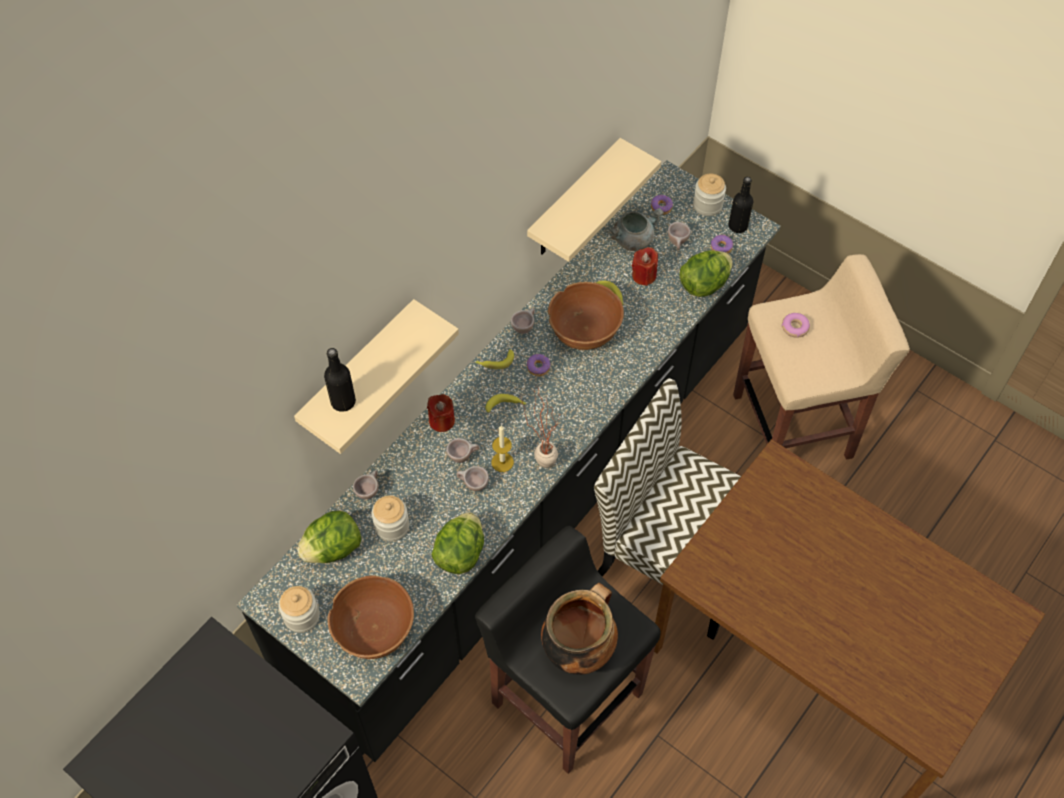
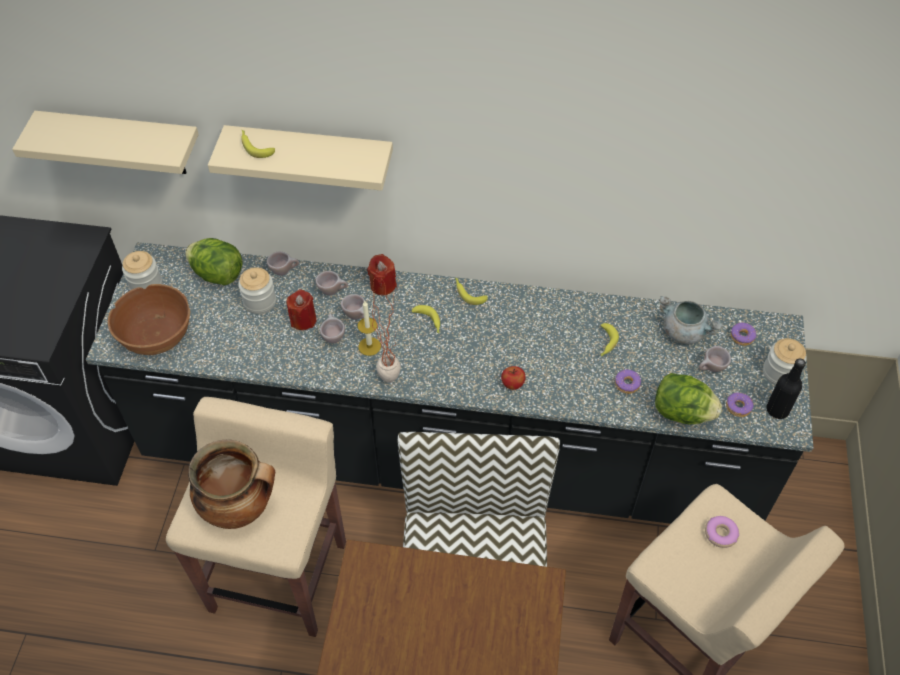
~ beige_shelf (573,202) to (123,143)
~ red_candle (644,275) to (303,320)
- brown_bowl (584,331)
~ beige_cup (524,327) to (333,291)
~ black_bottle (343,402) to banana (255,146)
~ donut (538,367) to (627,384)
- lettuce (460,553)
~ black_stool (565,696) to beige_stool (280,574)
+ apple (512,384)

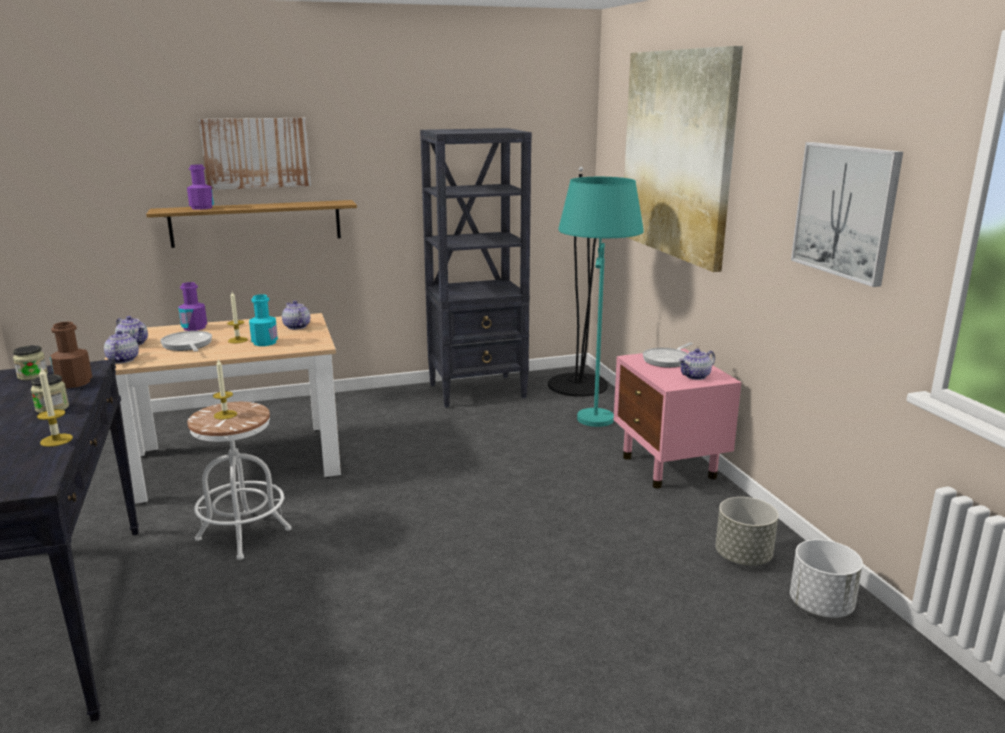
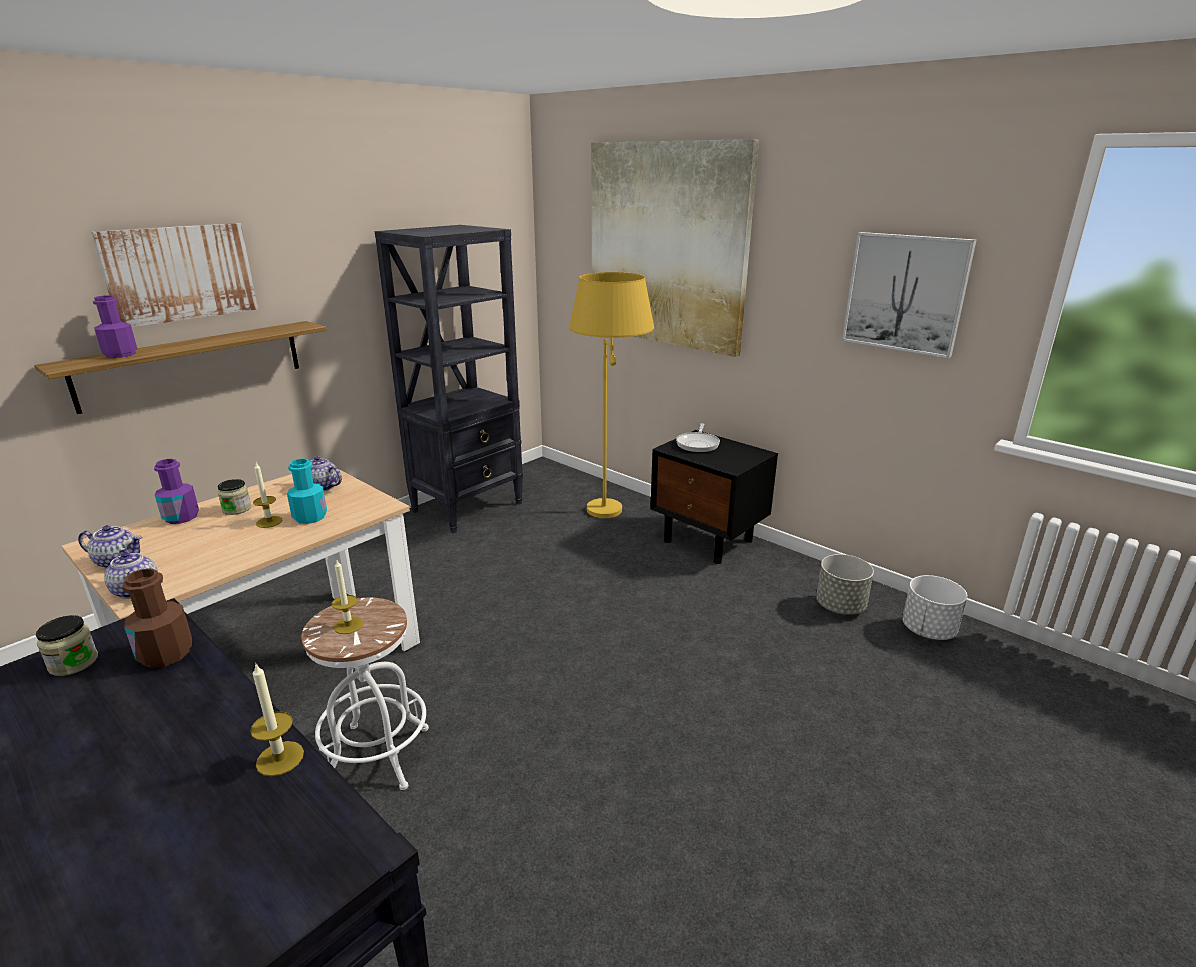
- black_floor_lamp (577,385)
~ turquoise_floor_lamp (592,427) to yellow_floor_lamp (610,519)
- frying_pan (187,345)
~ pink_nightstand (669,468) to black_nightstand (709,541)
- teapot (695,376)
~ jar (52,408) to (237,509)

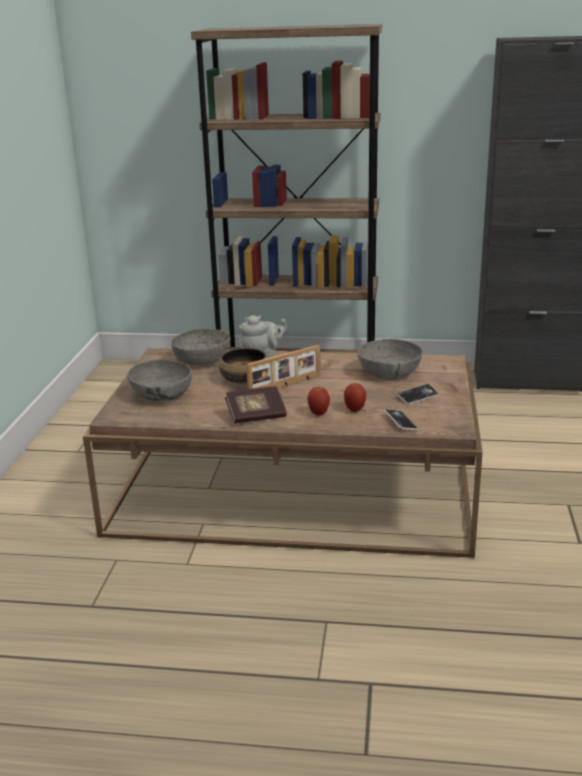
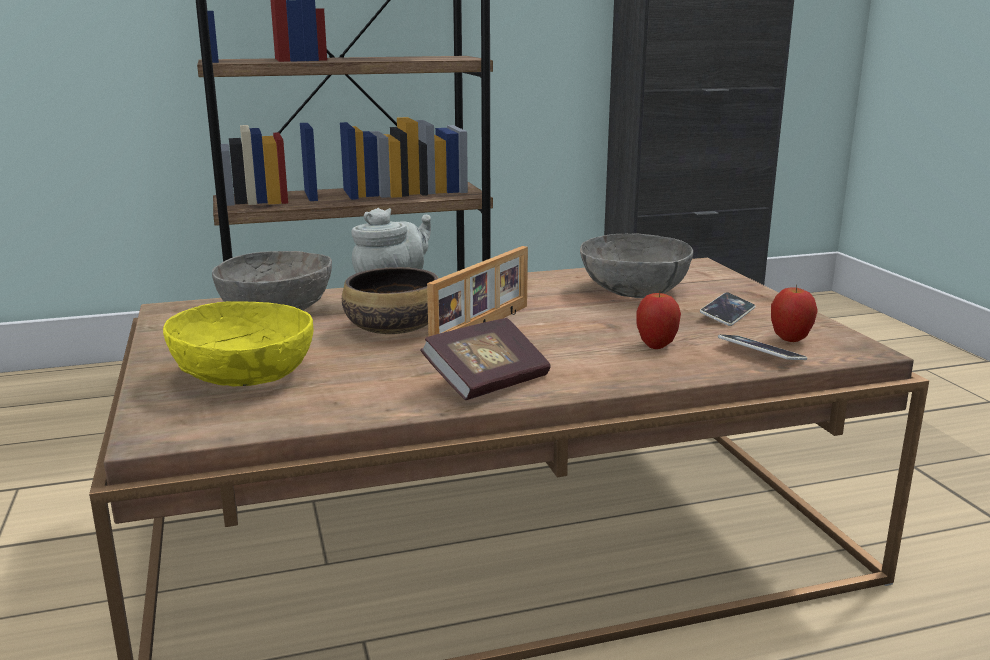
~ grey_bowl (162,395) to yellow_bowl (245,376)
~ apple (318,414) to (790,340)

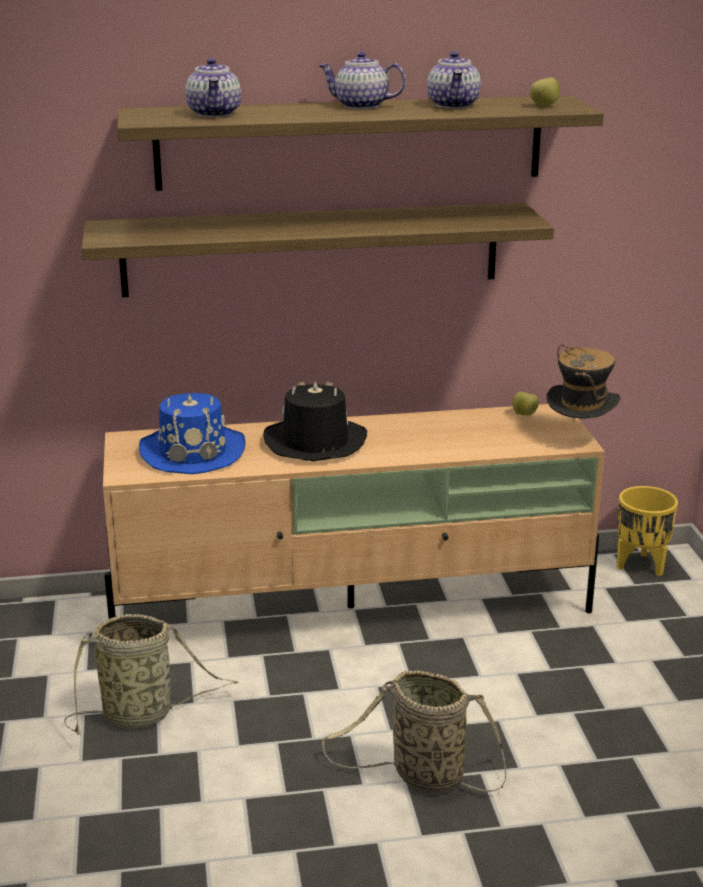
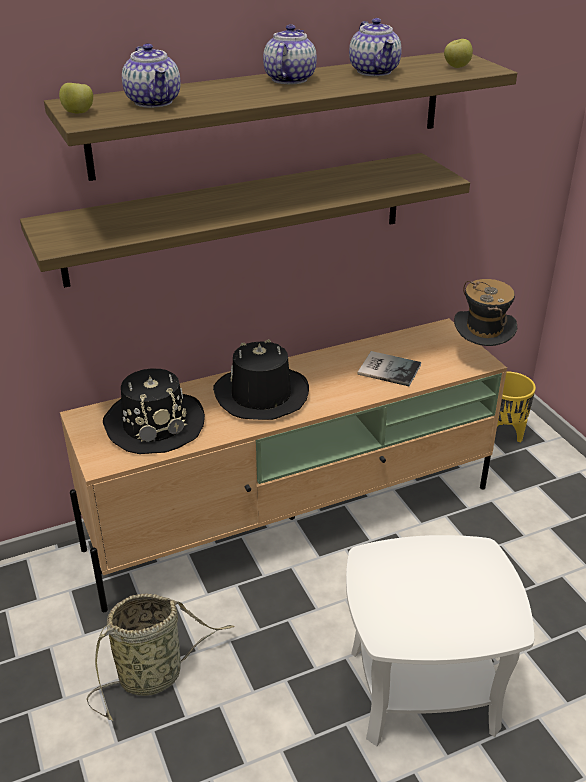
~ teapot (360,106) = (289,79) 105 degrees clockwise
~ apple (524,415) to (78,113)
~ blue_hat (193,451) to black_hat (154,423)
~ basket (422,776) to white_side_table (422,689)
+ book (388,368)

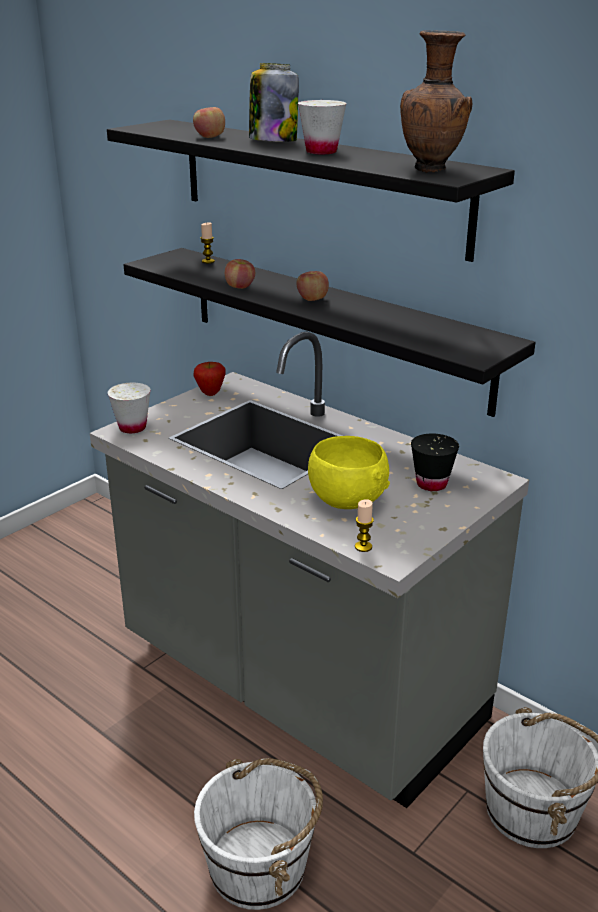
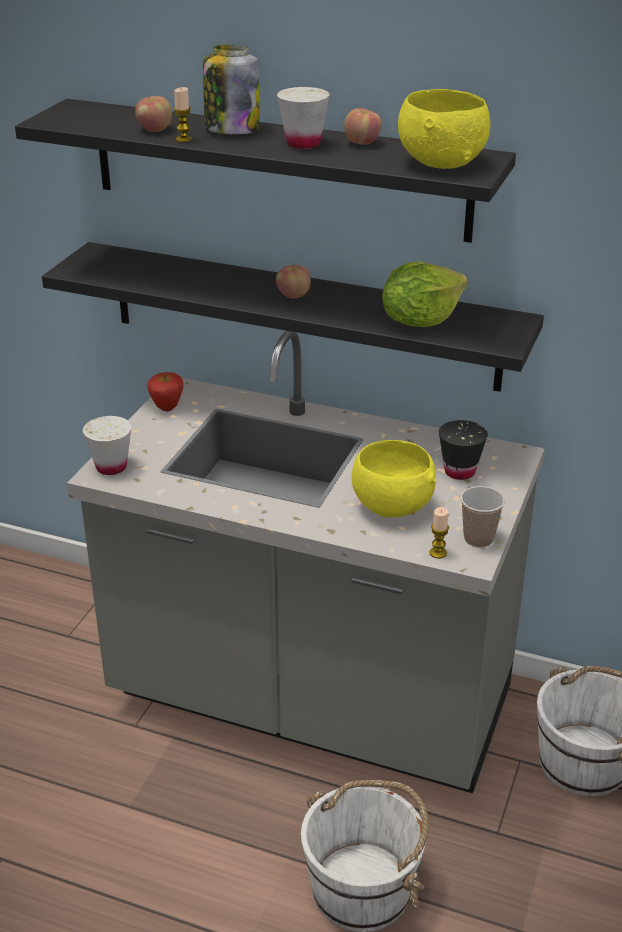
~ brown_vase (432,170) to yellow_bowl (442,163)
~ candle (208,261) to (184,139)
~ apple (240,287) to (362,143)
+ lettuce (420,320)
+ cup (478,539)

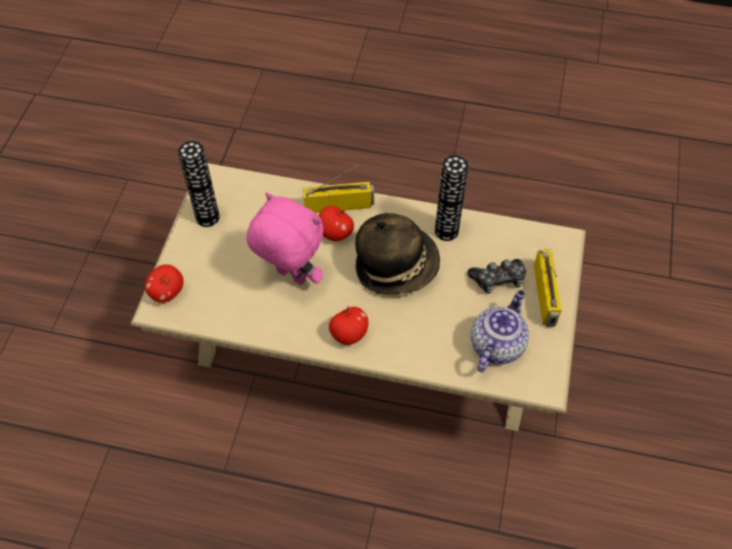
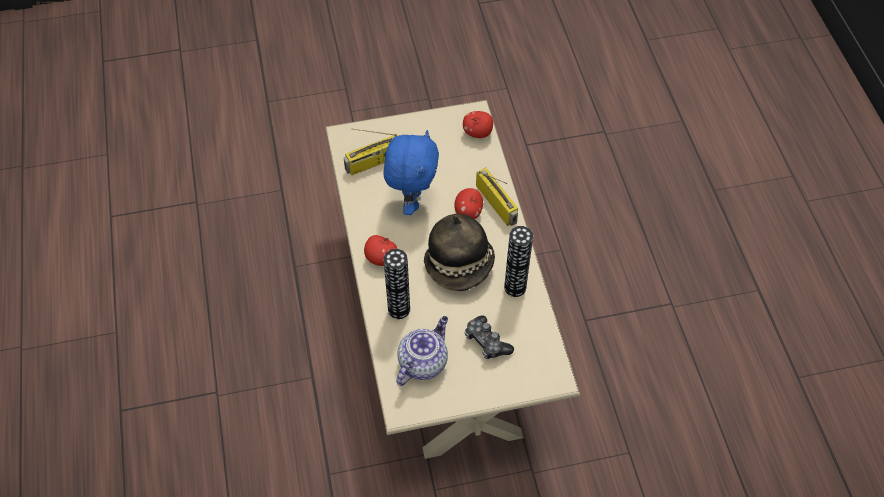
~ vase (207,217) to (399,309)
~ pink_plush_toy (290,277) to blue_plush_toy (411,200)
~ radio (546,296) to (374,162)
~ apple (167,292) to (478,133)
~ teapot (496,344) = (423,362) 60 degrees counterclockwise

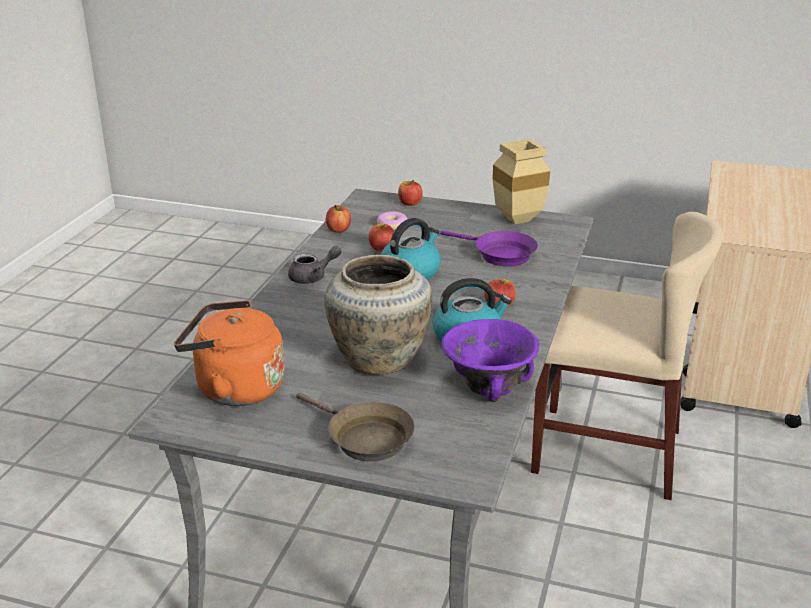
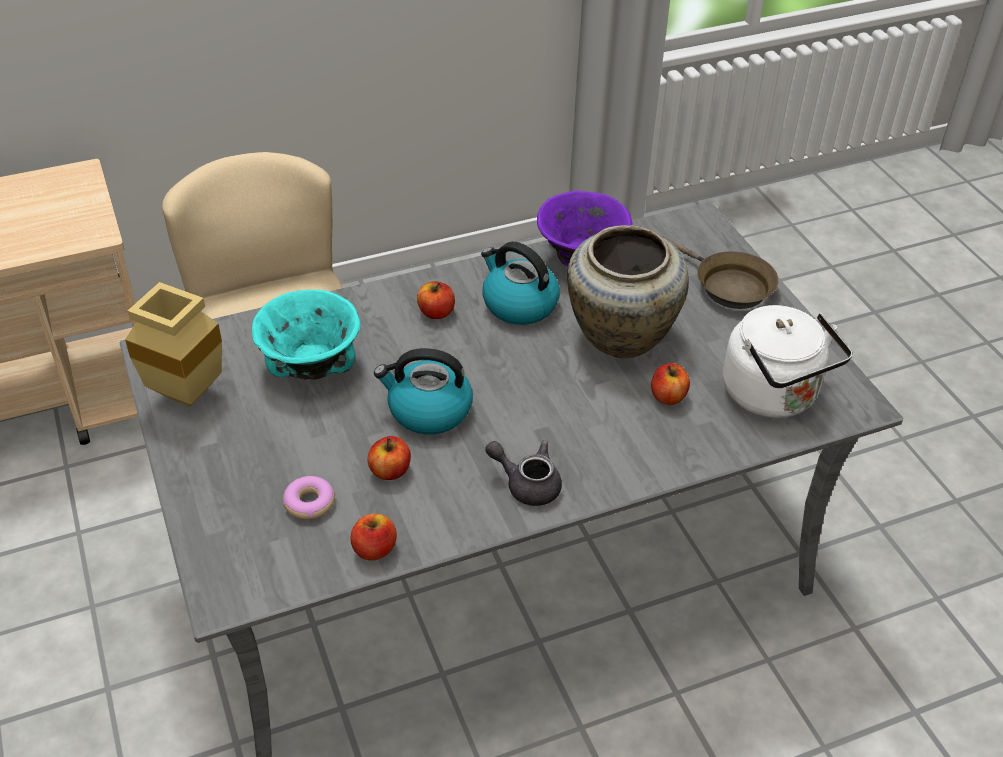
~ apple (410,203) to (668,396)
~ purple_frying_pan (499,254) to turquoise_bowl (311,364)
~ orange_kettle (235,388) to white_kettle (774,396)
~ brown_frying_pan (364,438) = (728,286) 135 degrees clockwise

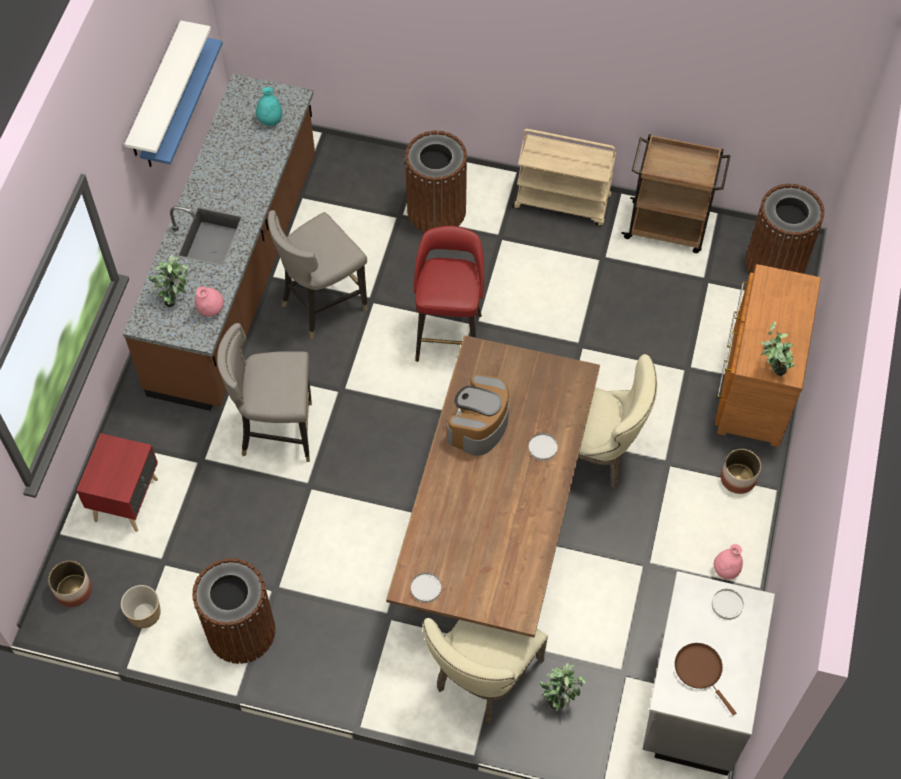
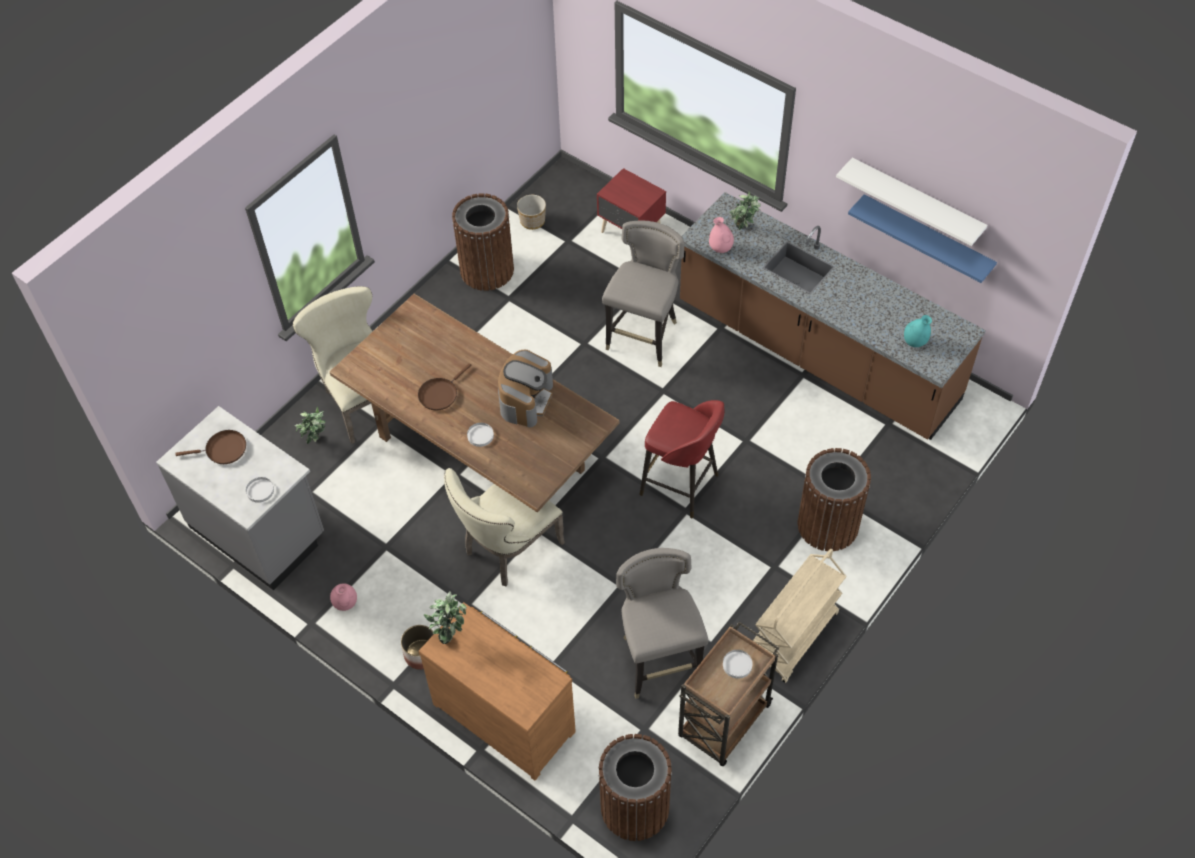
~ grey_stool (322,305) to (659,660)
~ coffee_machine (479,425) = (526,399) 60 degrees clockwise
- planter (73,590)
~ white_plate (425,588) to (737,664)
+ brown_frying_pan (440,394)

